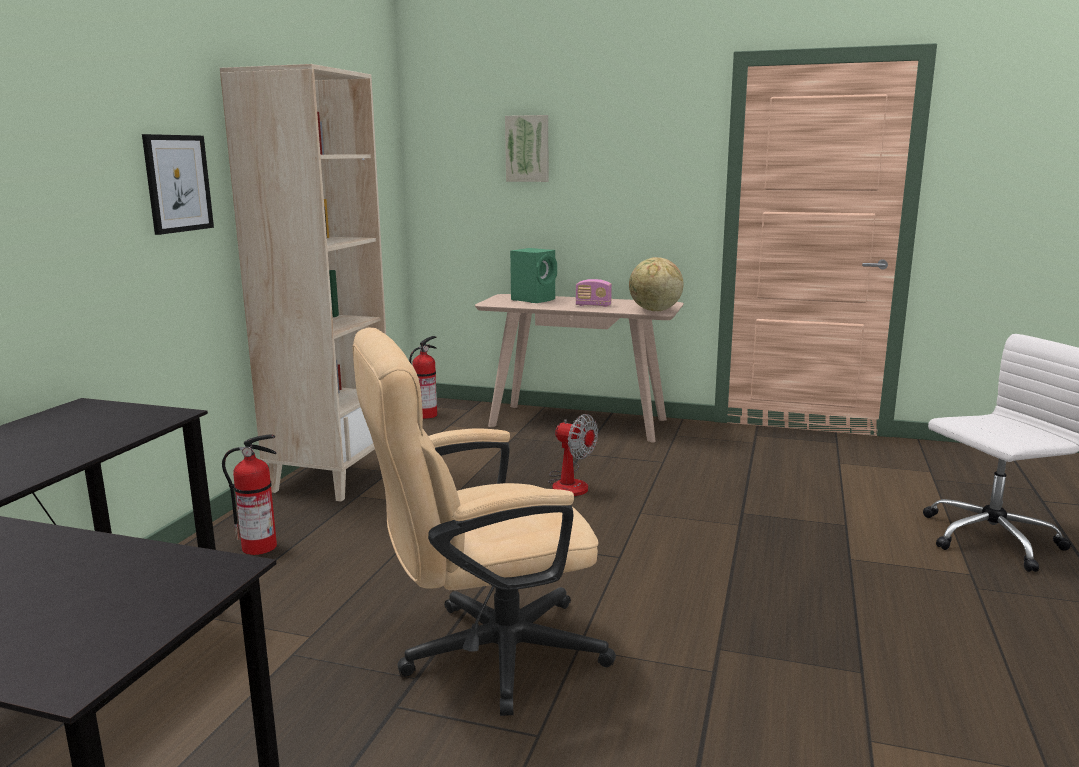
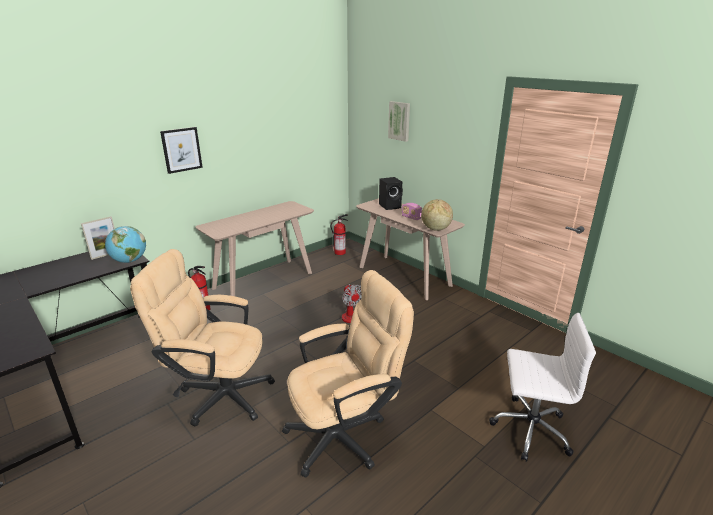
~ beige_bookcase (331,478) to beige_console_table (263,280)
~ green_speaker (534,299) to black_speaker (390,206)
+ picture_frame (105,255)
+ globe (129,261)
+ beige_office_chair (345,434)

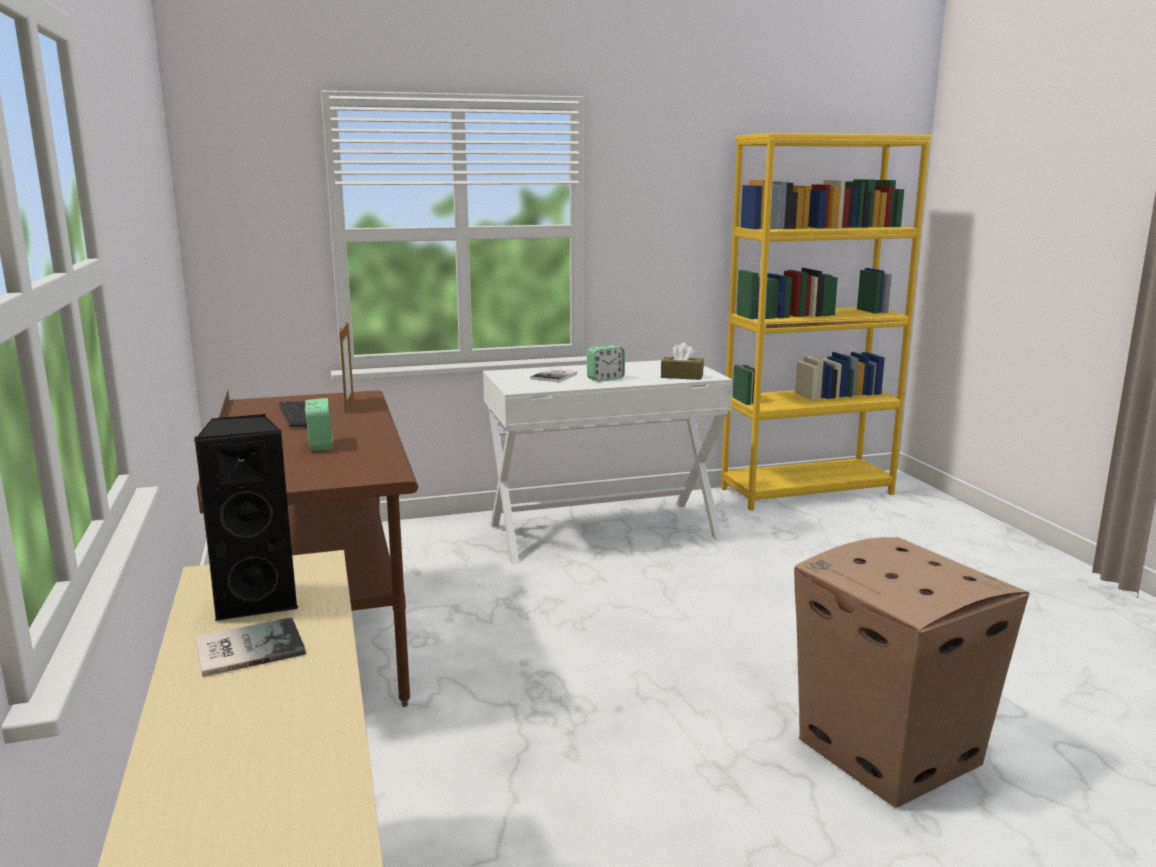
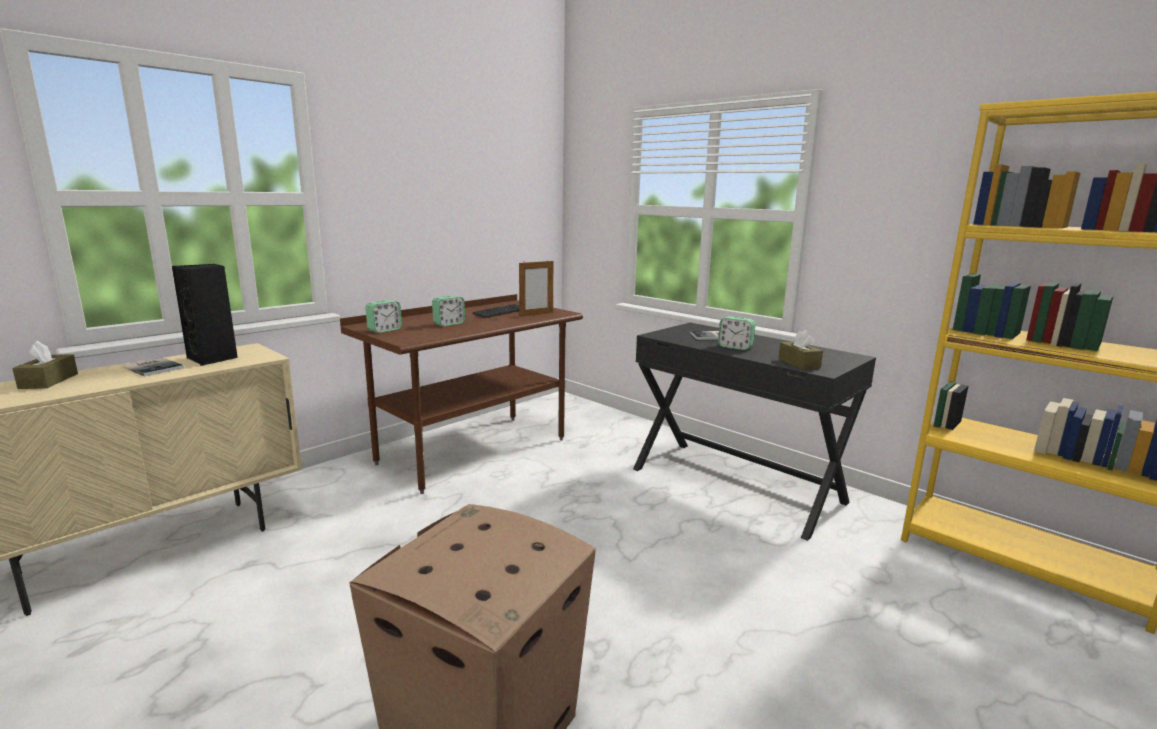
~ white_desk (603,530) to black_desk (736,484)
+ alarm_clock (384,330)
+ brown_tissue_box (49,381)

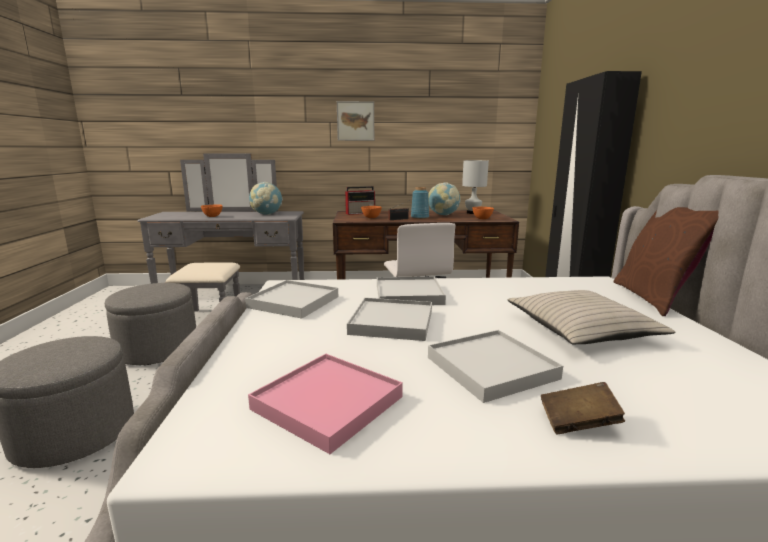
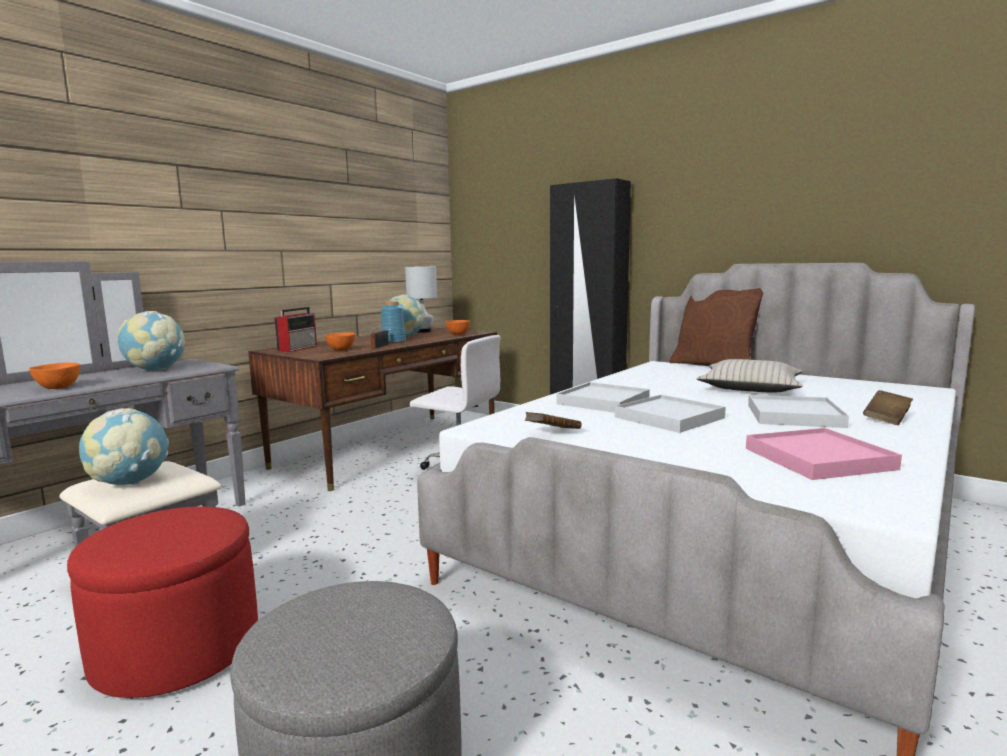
- picture (355,121)
~ white_tray (293,302) to brown_book (552,433)
~ grey_ottoman (158,349) to red_ottoman (177,650)
+ globe (129,482)

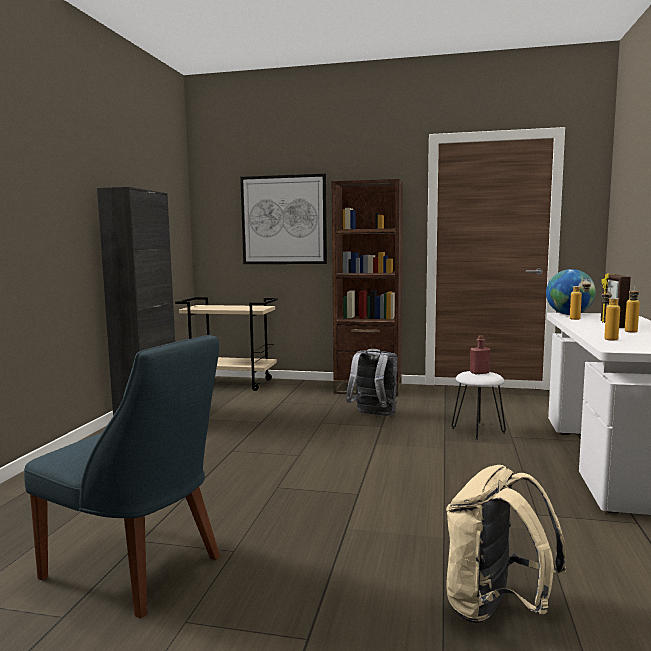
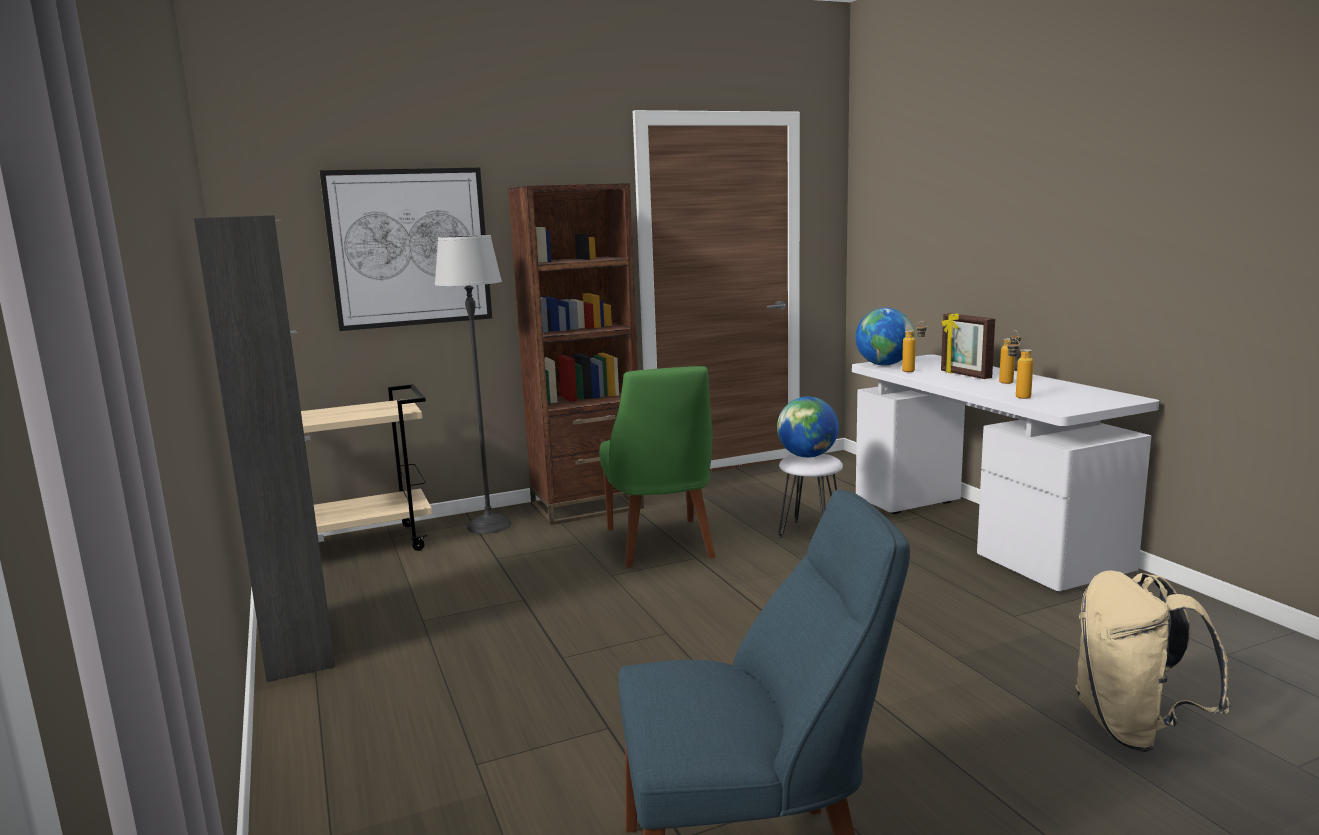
~ red_bottle (479,372) to globe (807,456)
~ grey_backpack (373,415) to green_chair (661,545)
+ floor_lamp (489,525)

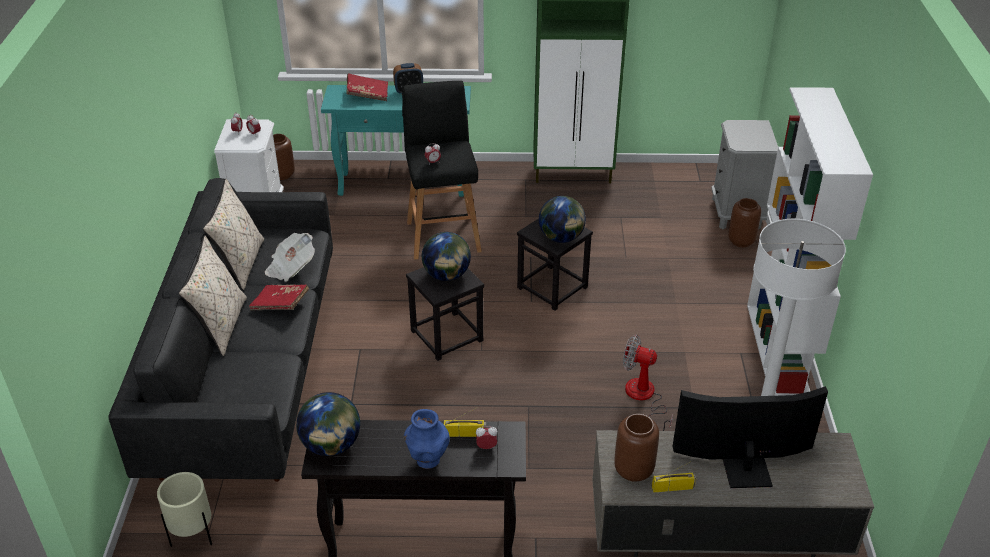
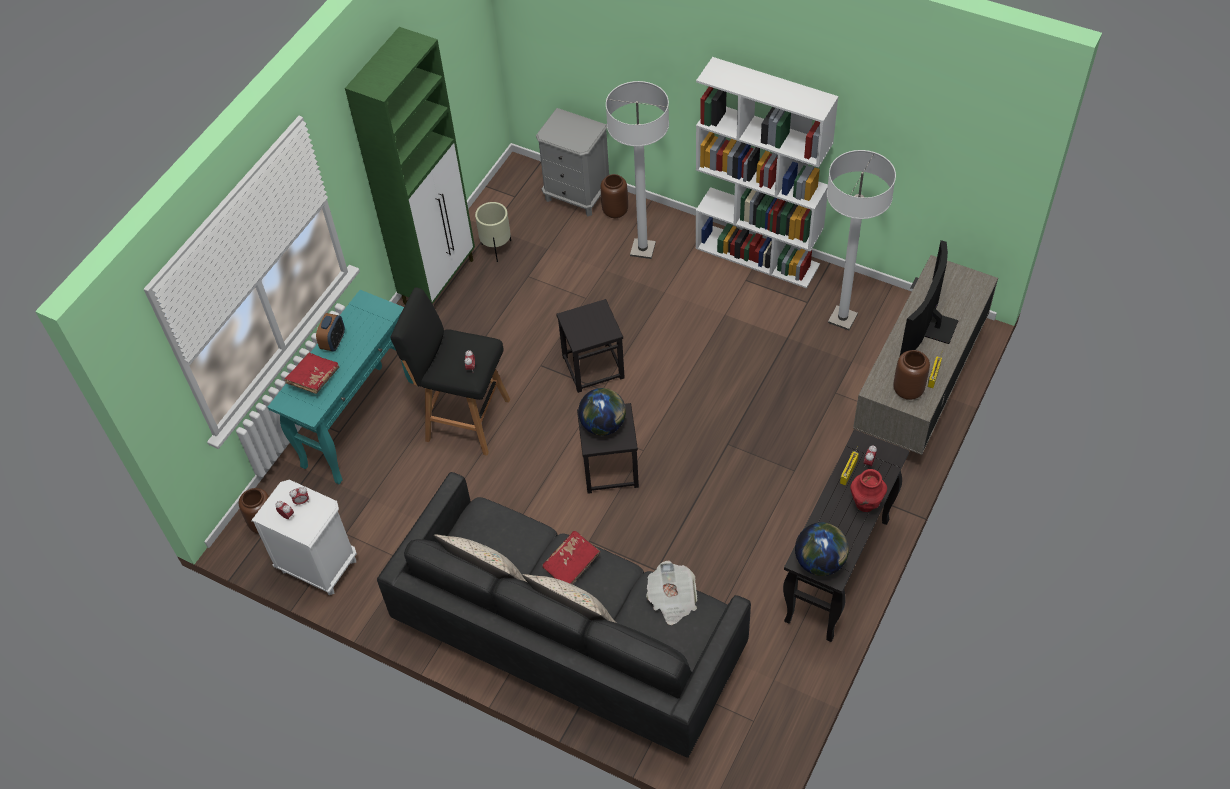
- globe (561,238)
~ newspaper (291,268) to (672,600)
- fan (644,398)
~ blue_vase (427,460) to red_vase (865,504)
~ beige_planter (193,536) to (496,249)
+ white_floor_lamp (643,249)

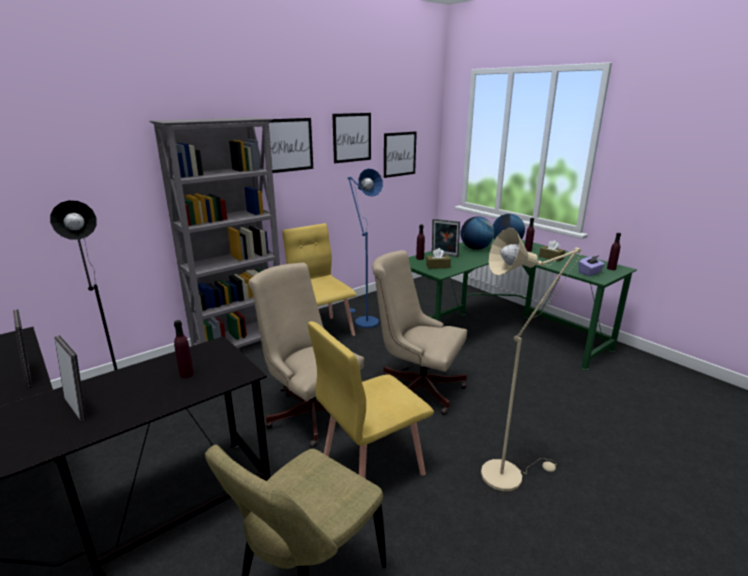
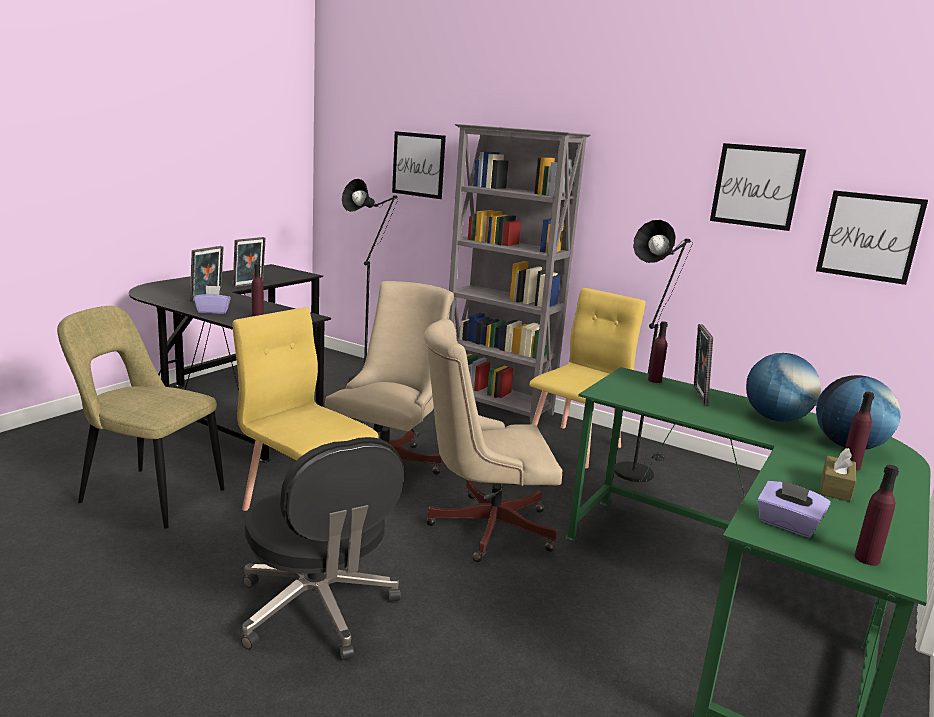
~ picture (289,145) to (418,165)
~ blue_floor_lamp (363,321) to black_floor_lamp (636,470)
~ beige_floor_lamp (508,473) to black_office_chair (318,610)
- brown_tissue_box (438,266)
~ beige_office_chair (417,387) = (483,527) 105 degrees counterclockwise
+ purple_tissue_box (213,311)

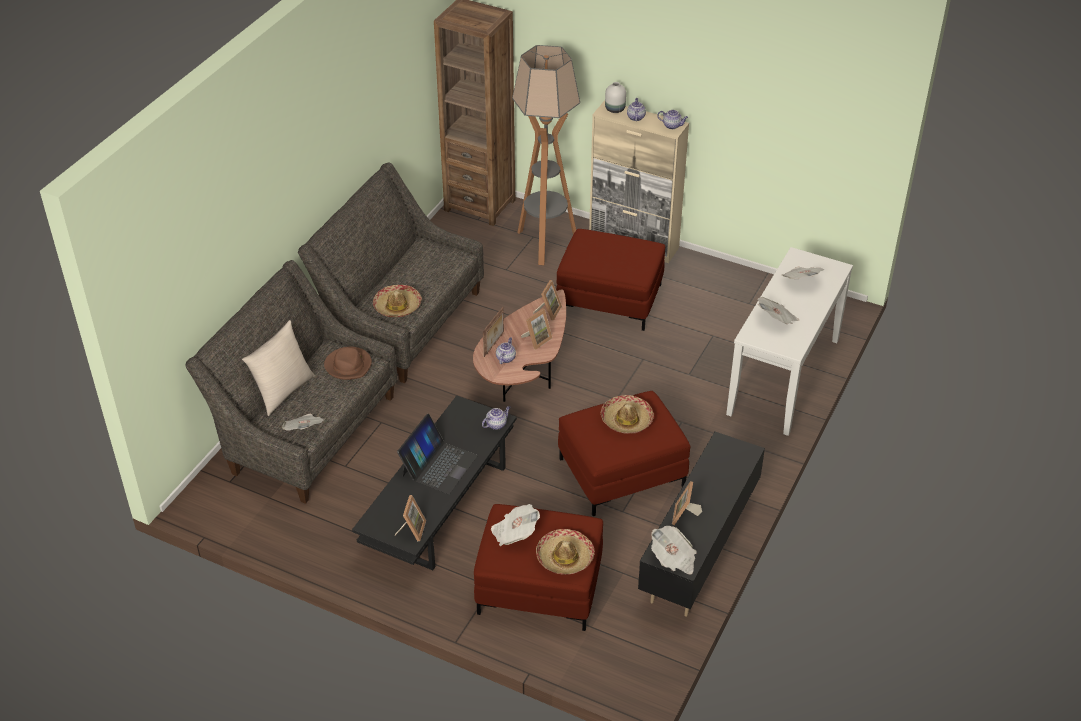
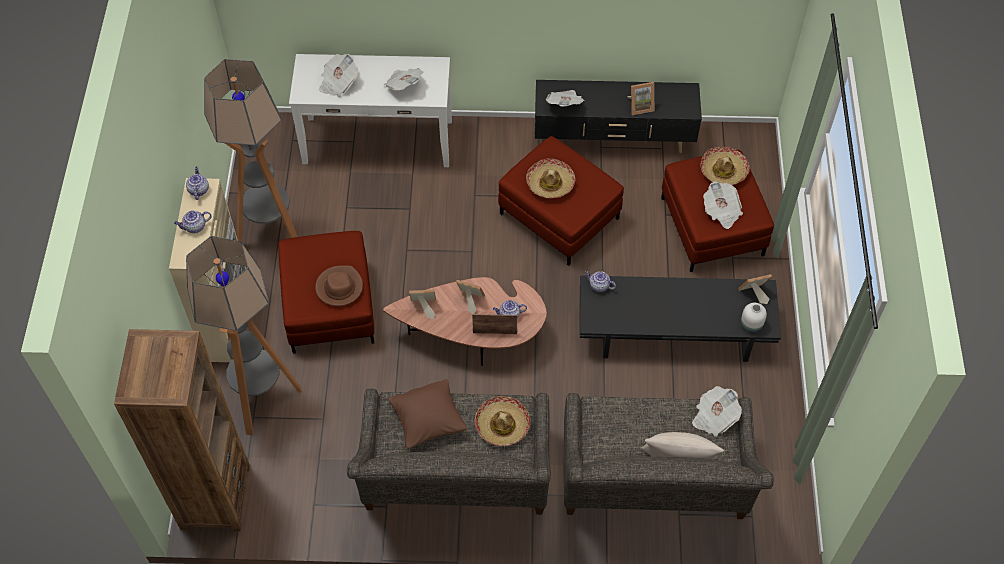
~ white_vase (614,109) to (752,324)
~ brown_hat (348,365) to (339,287)
- laptop (438,465)
~ newspaper (673,559) to (564,104)
+ floor_lamp (273,234)
+ brown_pillow (428,421)

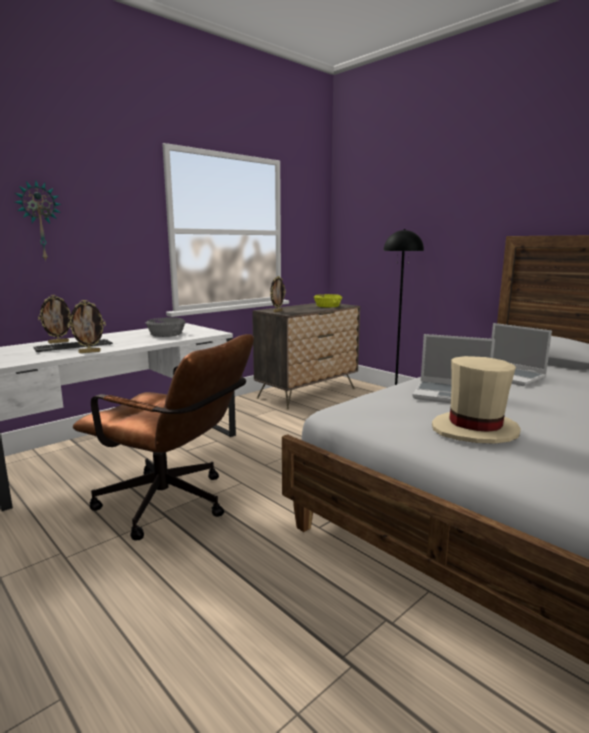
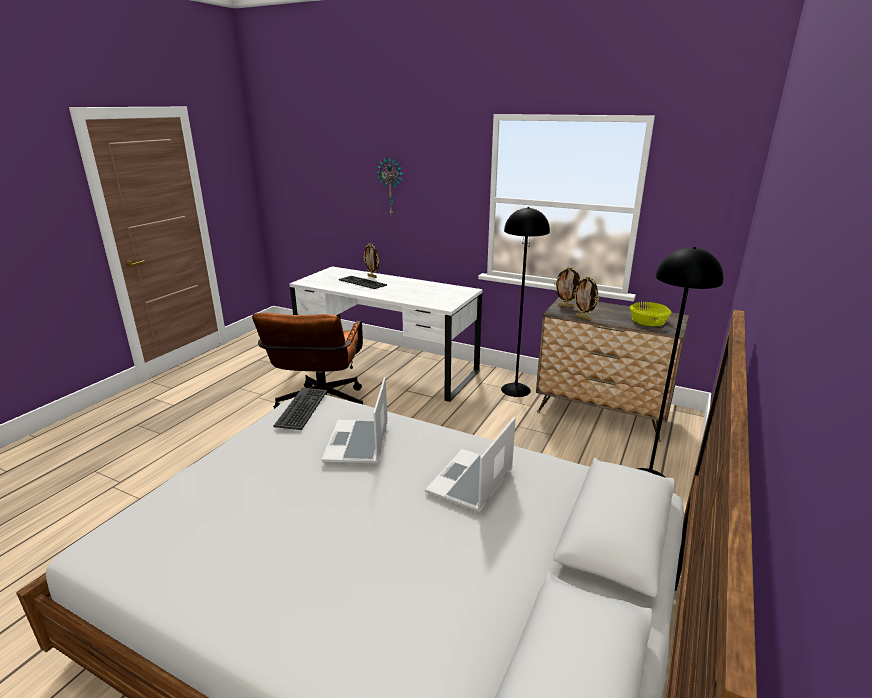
~ picture_frame (90,352) to (583,317)
- grey_bowl (165,334)
- beige_hat (475,430)
+ black_floor_lamp (516,389)
+ keyboard (302,408)

